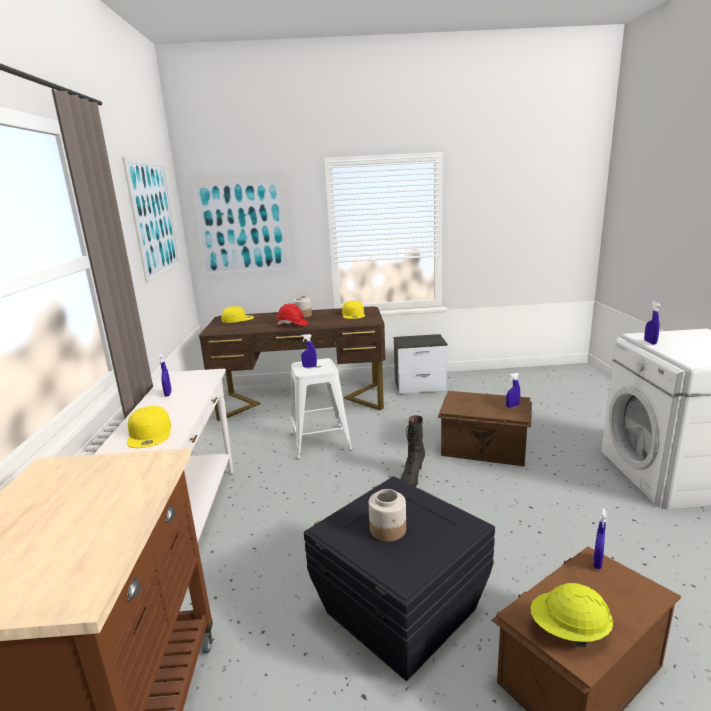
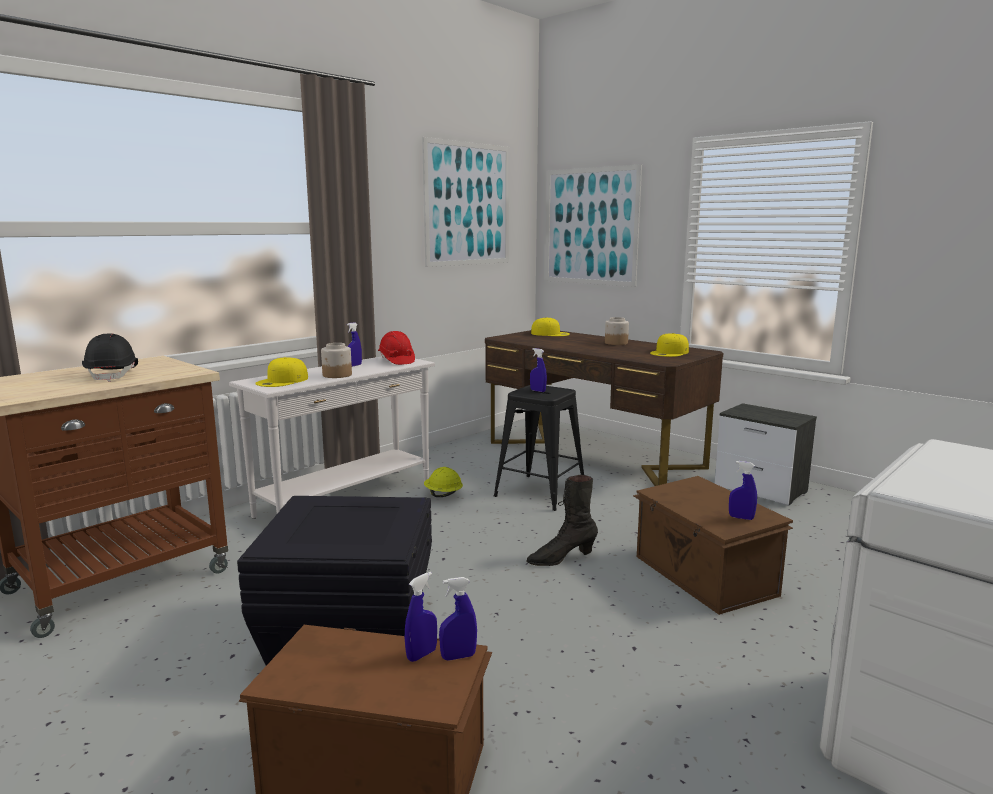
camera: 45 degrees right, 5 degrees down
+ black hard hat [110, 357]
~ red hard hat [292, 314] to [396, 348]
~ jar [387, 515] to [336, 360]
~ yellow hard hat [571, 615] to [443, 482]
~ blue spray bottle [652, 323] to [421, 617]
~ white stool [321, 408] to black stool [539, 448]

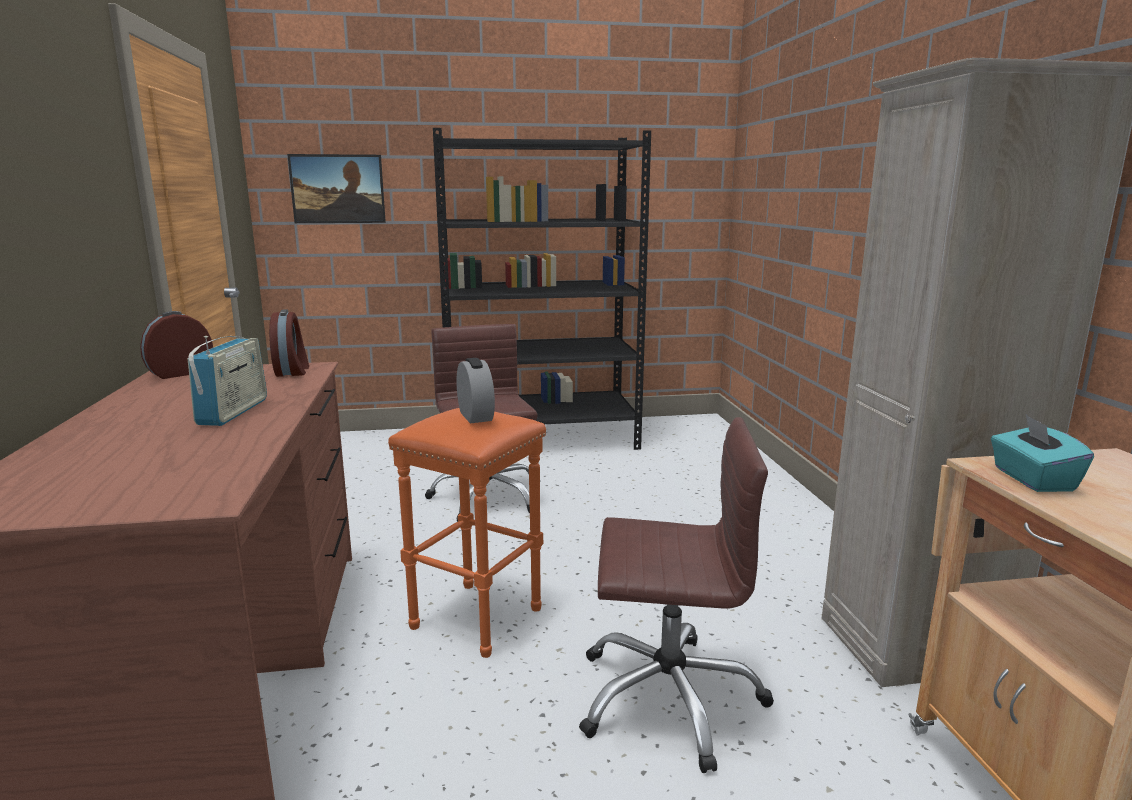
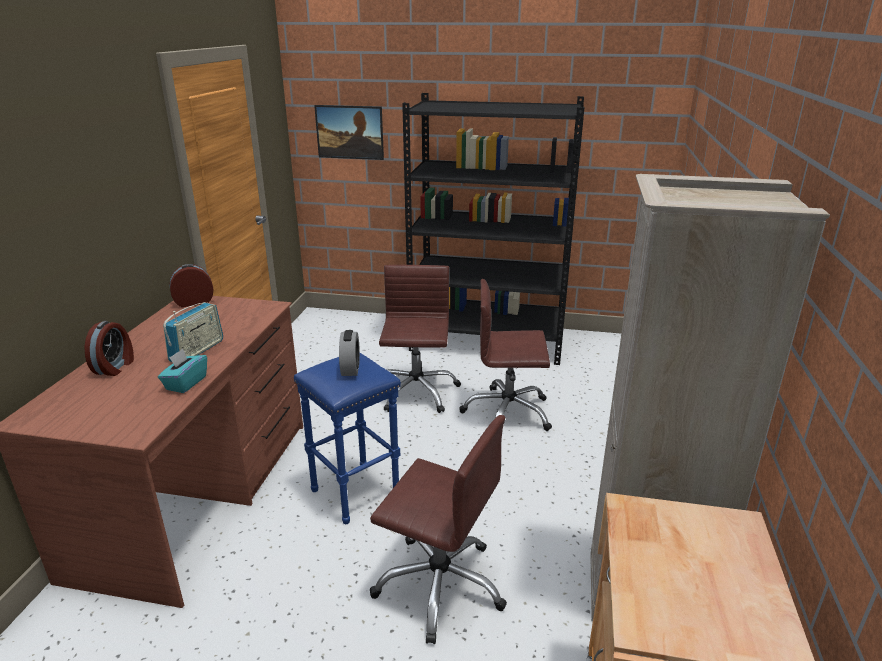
camera: 20 degrees right, 10 degrees up
+ brown office chair [505, 355]
~ alarm clock [289, 343] to [109, 348]
~ turquoise tissue box [1042, 453] to [182, 371]
~ orange stool [467, 533] to blue stool [347, 438]

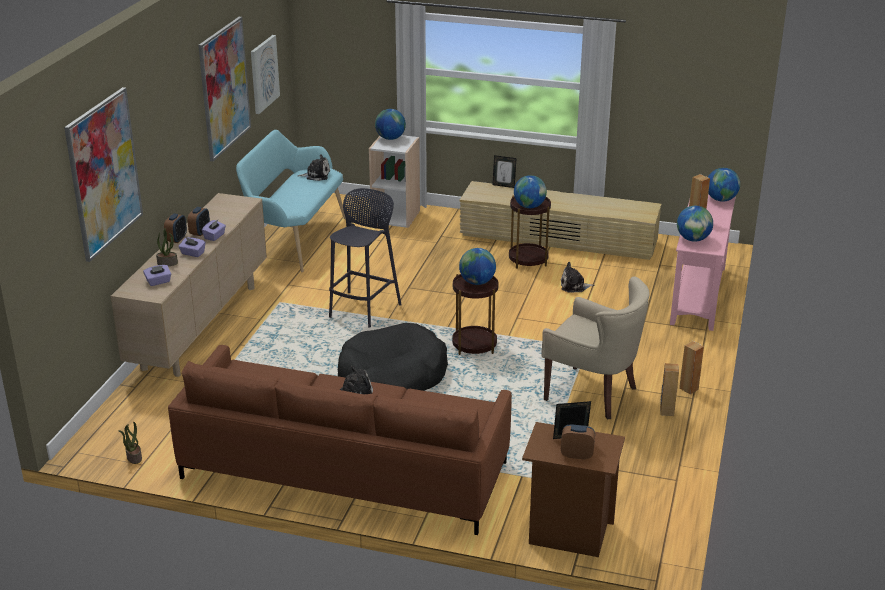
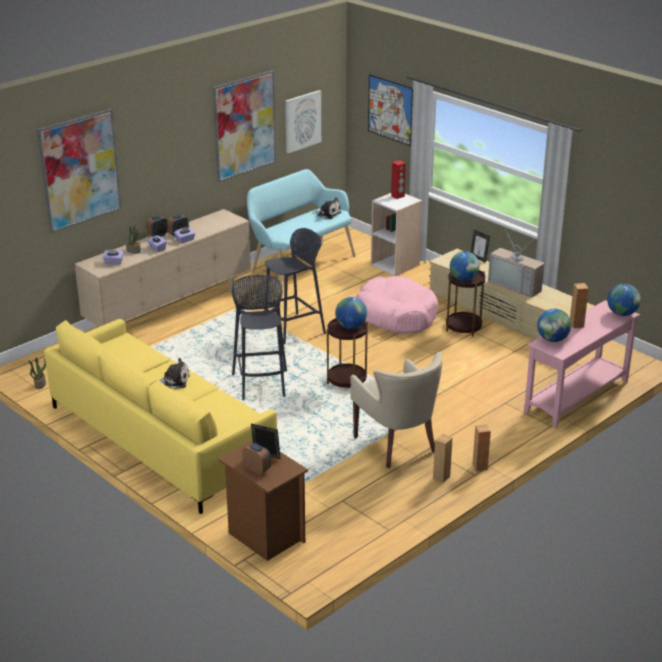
camera: 30 degrees right, 0 degrees up
- plush toy [577, 277]
+ pink dog bed [397, 305]
+ picture [390, 110]
+ television [516, 265]
~ black dog bed [393, 357] to grey stool [259, 337]
~ globe [390, 124] to red speaker [398, 179]
~ brown sofa [340, 440] to yellow sofa [160, 416]

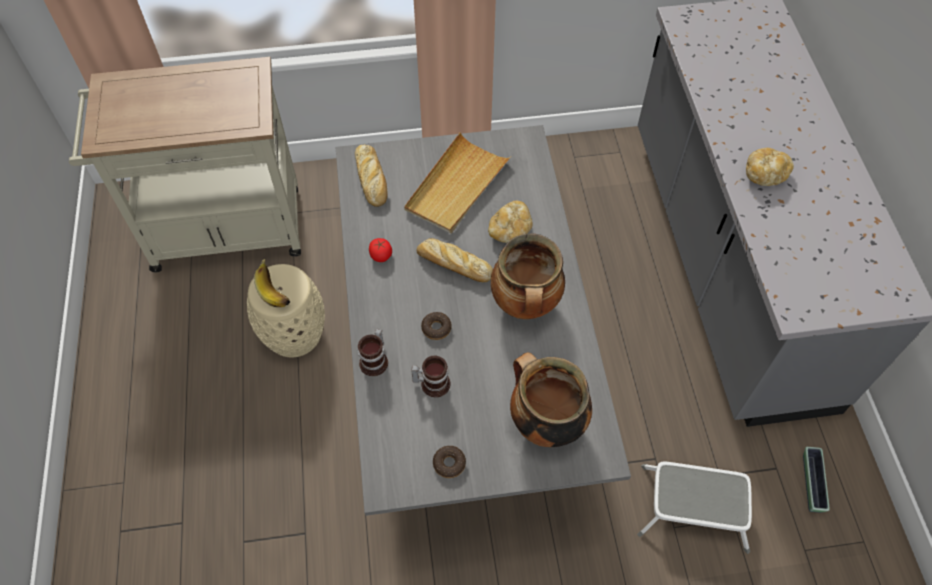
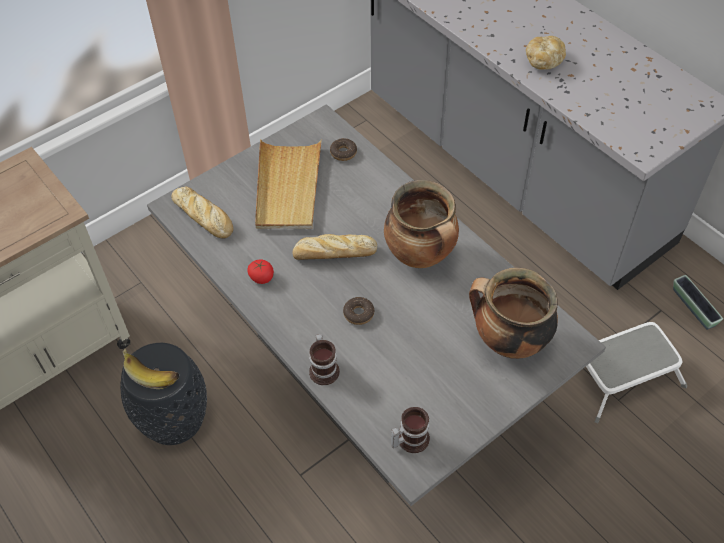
camera: 30 degrees left, 5 degrees down
- bread [510, 222]
~ mug [431, 376] to [410, 430]
~ donut [449, 462] to [343, 149]
~ beige stool [286, 310] to black stool [163, 394]

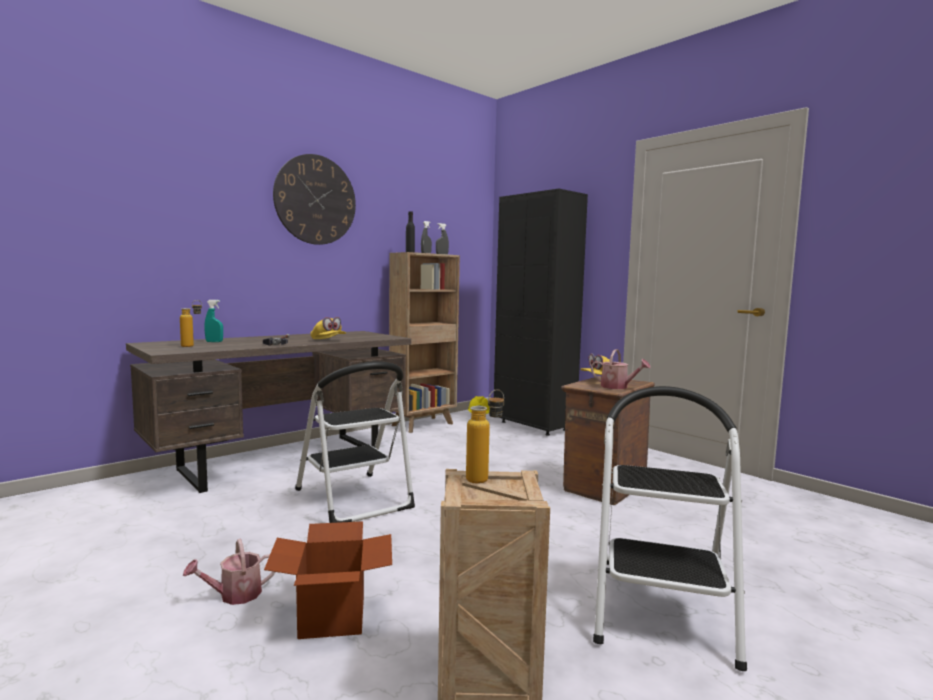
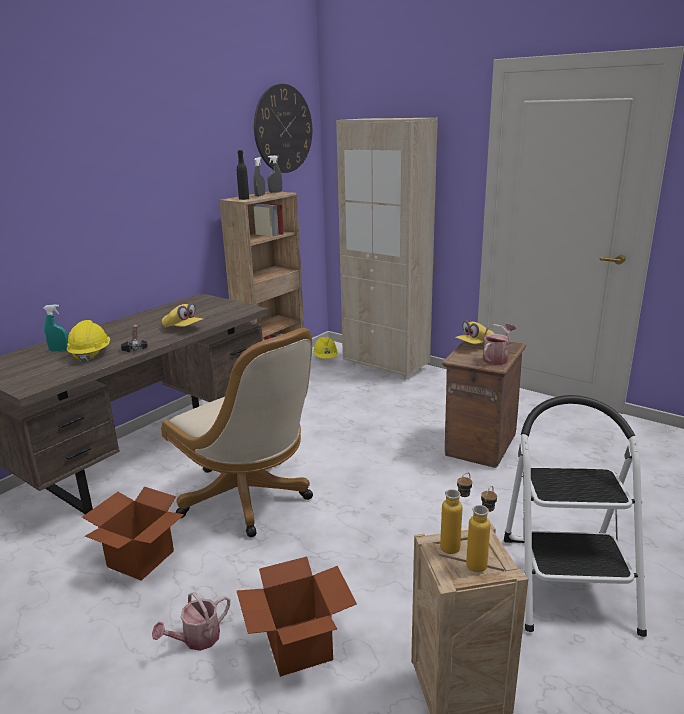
camera: 10 degrees left, 15 degrees up
+ yellow hard hat [88, 341]
+ cardboard box [133, 534]
~ bottle [191, 323] to [481, 529]
~ wall clock [314, 199] to [283, 128]
~ step ladder [355, 442] to office chair [237, 432]
~ black cabinet [541, 312] to beige cabinet [387, 248]
~ watering can [621, 369] = [499, 344] 75 degrees counterclockwise

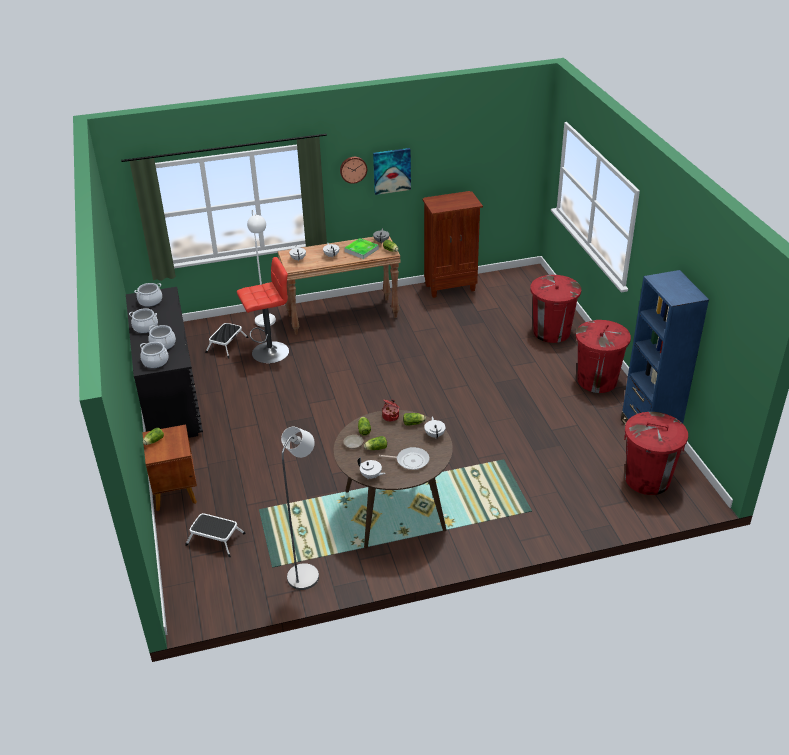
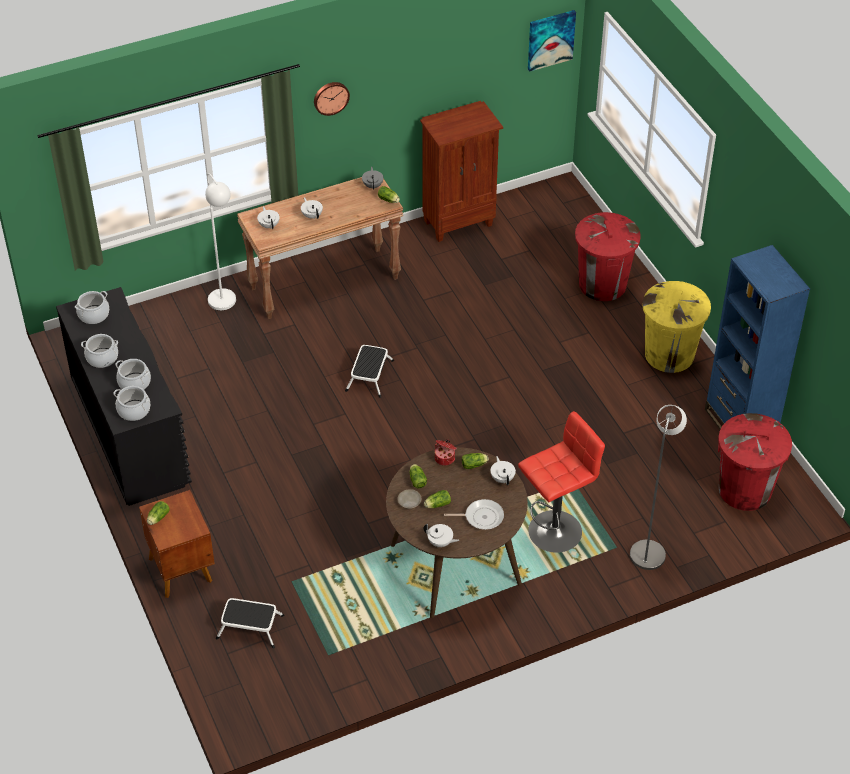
camera: 10 degrees left, 10 degrees up
- tray [361, 248]
~ black step ladder [227, 340] to [369, 371]
~ red stool [263, 310] to [561, 482]
~ grey floor lamp [300, 508] to [658, 487]
~ picture [392, 171] to [552, 41]
~ red trash can [603, 356] to yellow trash can [676, 327]

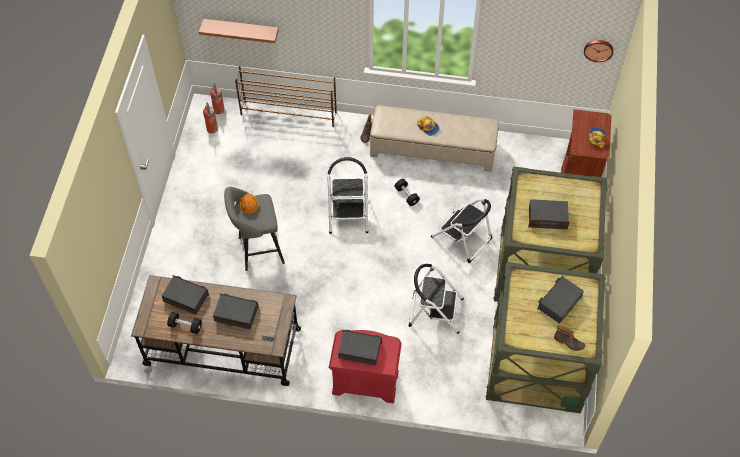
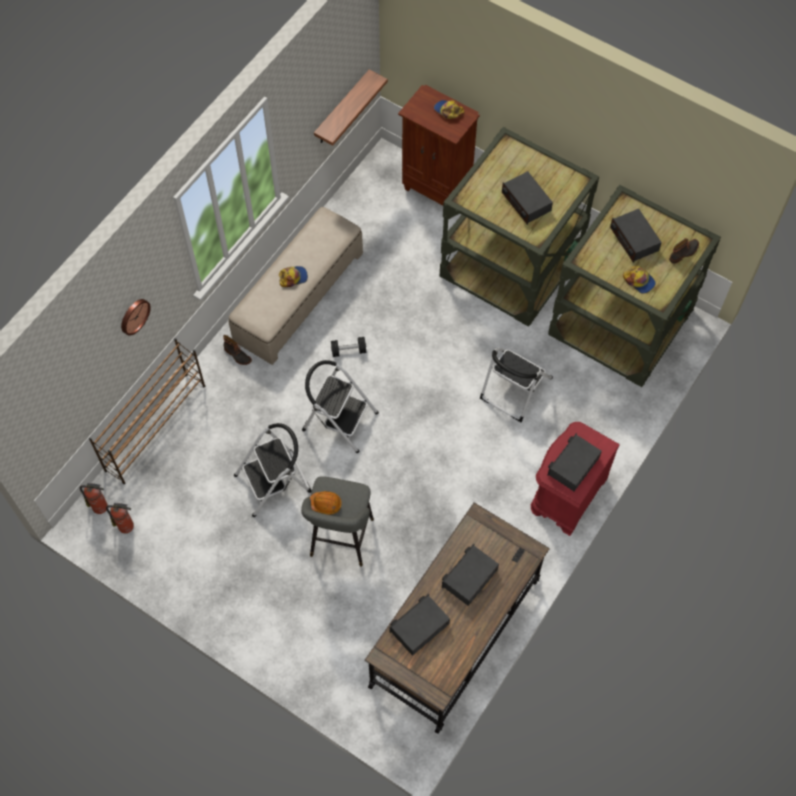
camera: 65 degrees left, 5 degrees up
- black dumbbell [184, 323]
+ cap [639, 279]
~ shelf [239, 31] to [351, 108]
~ step ladder [461, 231] to [273, 470]
~ wall clock [598, 51] to [136, 317]
~ radio [549, 214] = [527, 198] 120 degrees clockwise

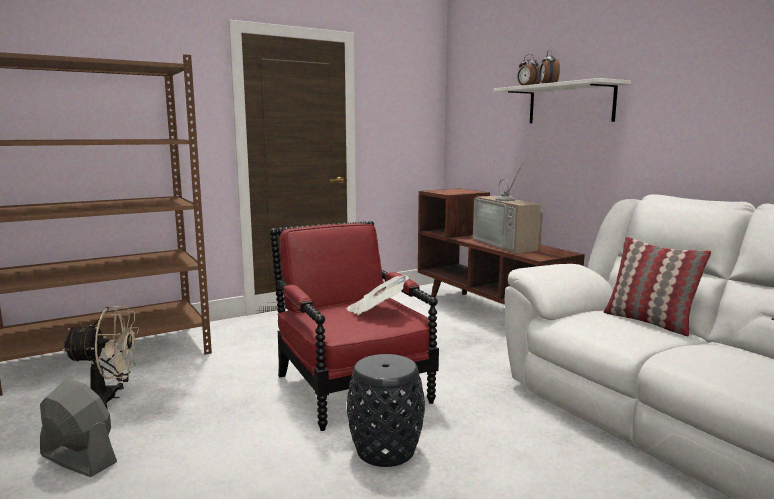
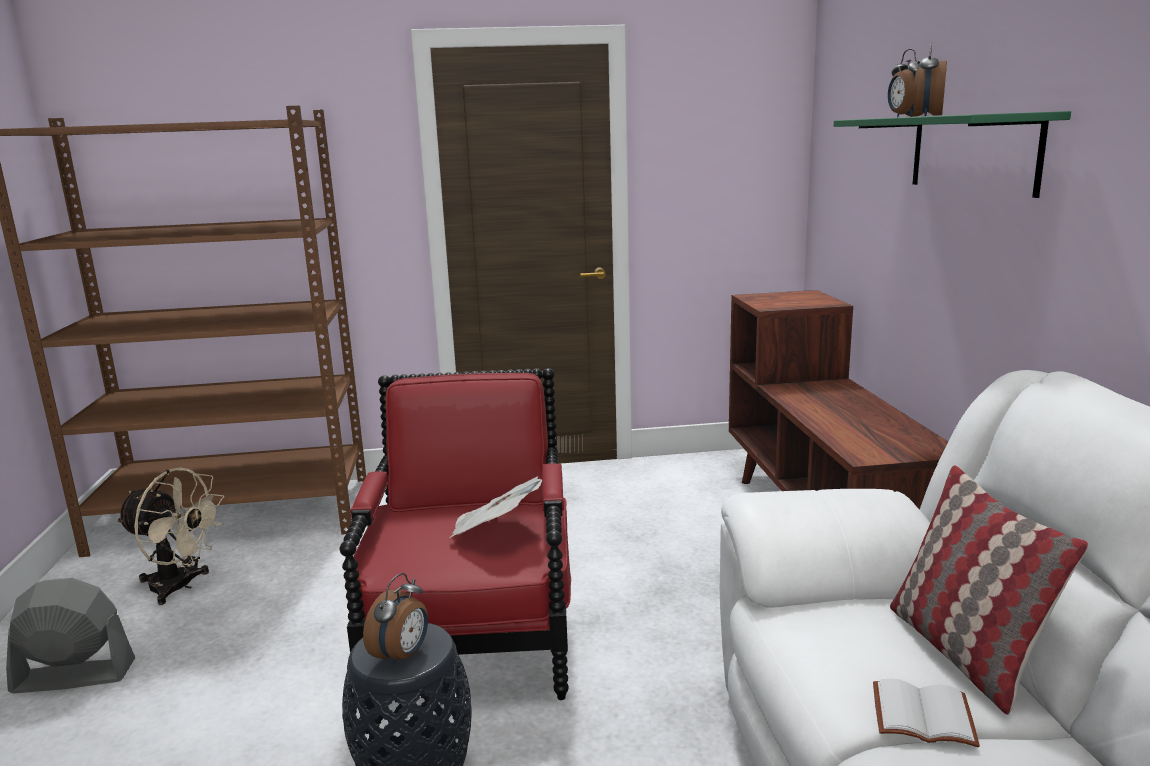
camera: 25 degrees right, 5 degrees up
- television [508, 206]
+ alarm clock [395, 620]
+ white book [926, 713]
~ white shelf [562, 100] to green shelf [952, 154]
~ grey fan [78, 428] = [70, 636] 60 degrees counterclockwise

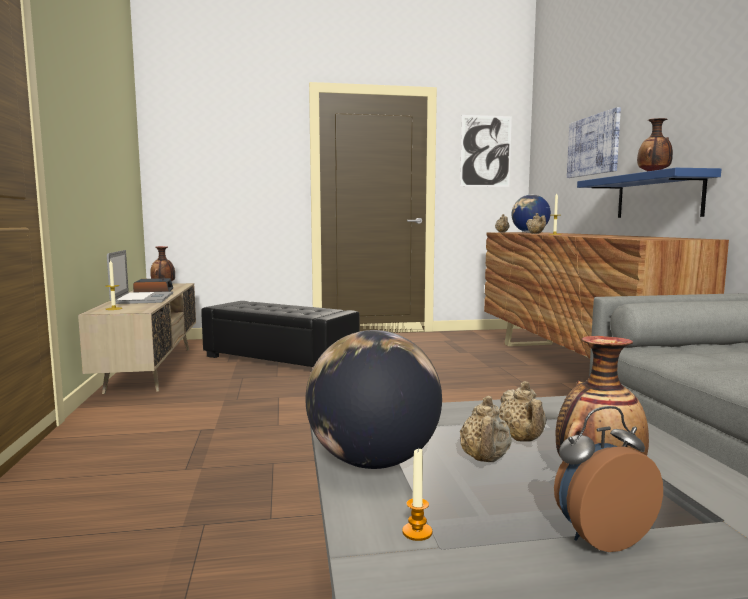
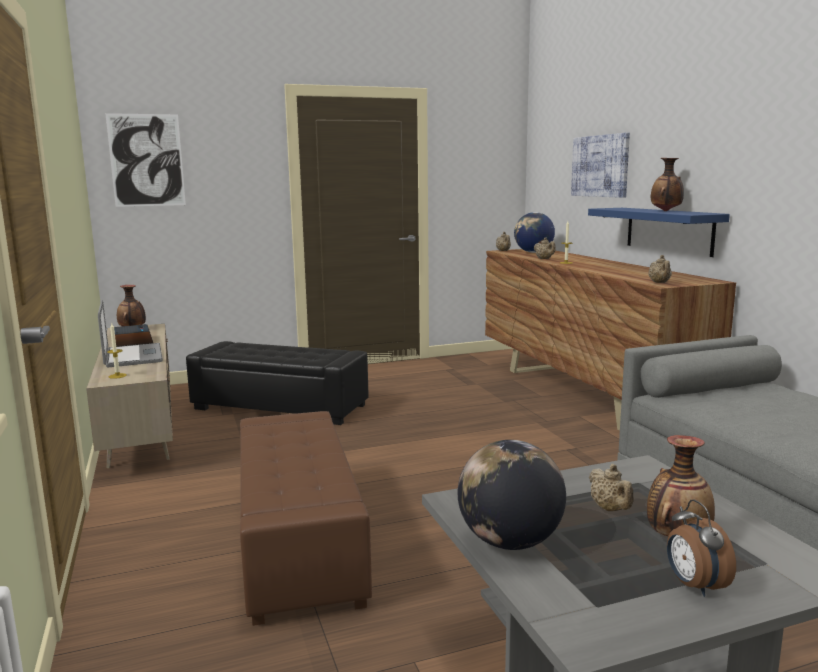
camera: 10 degrees left, 5 degrees up
- candle [417, 494]
+ brown ottoman [306, 518]
~ picture [486, 151] to [145, 160]
~ beige teapot [486, 429] to [660, 269]
~ alarm clock [608, 479] = [701, 548] 75 degrees counterclockwise

